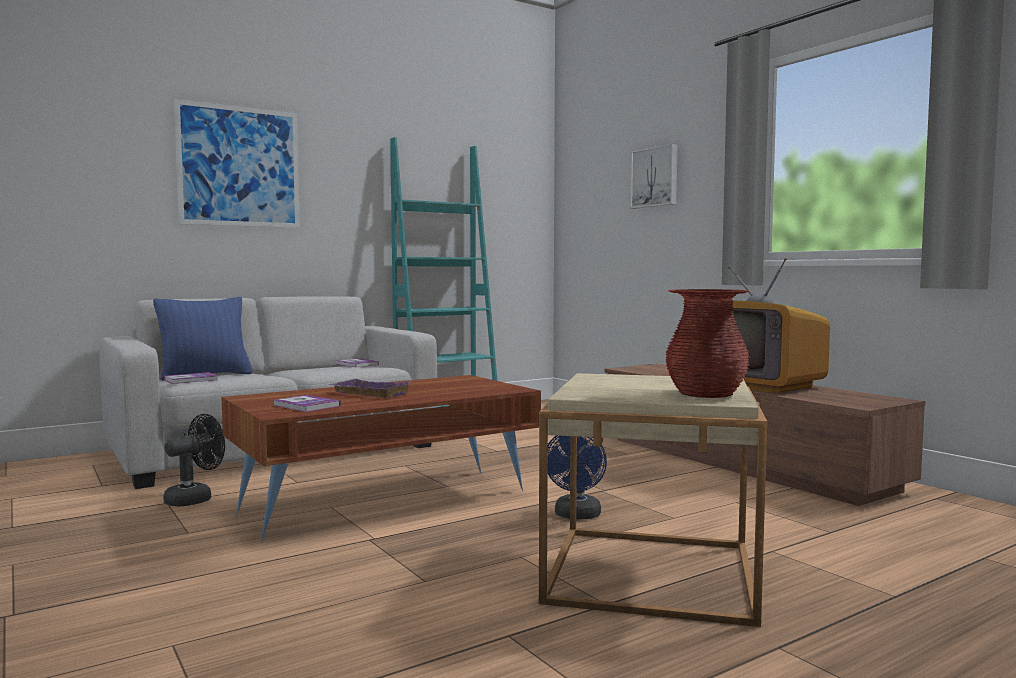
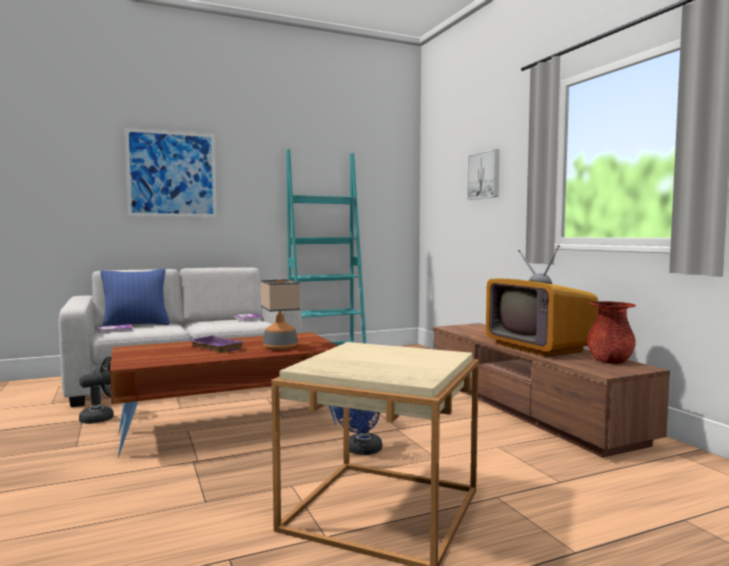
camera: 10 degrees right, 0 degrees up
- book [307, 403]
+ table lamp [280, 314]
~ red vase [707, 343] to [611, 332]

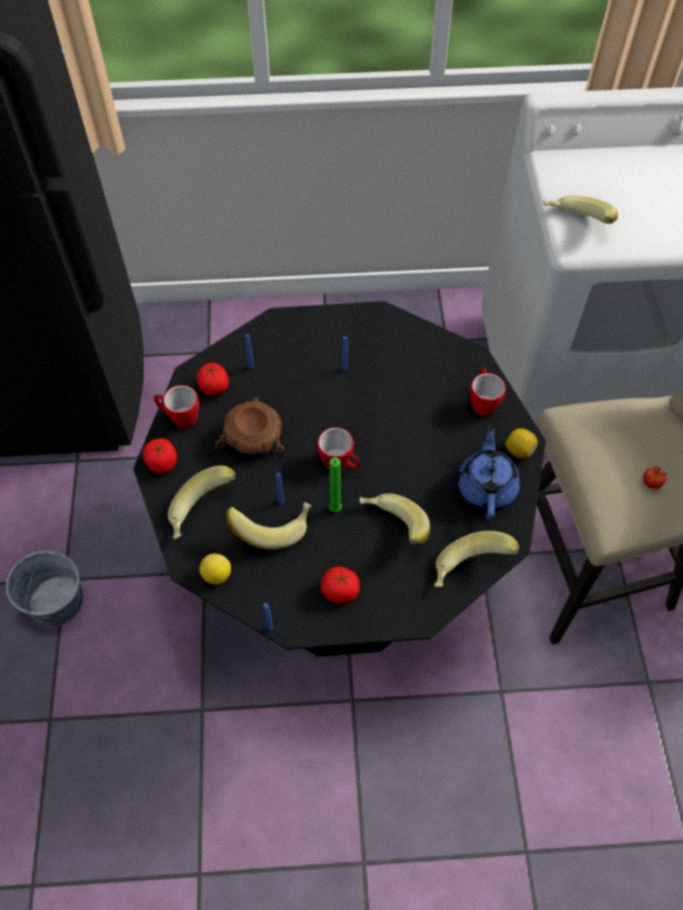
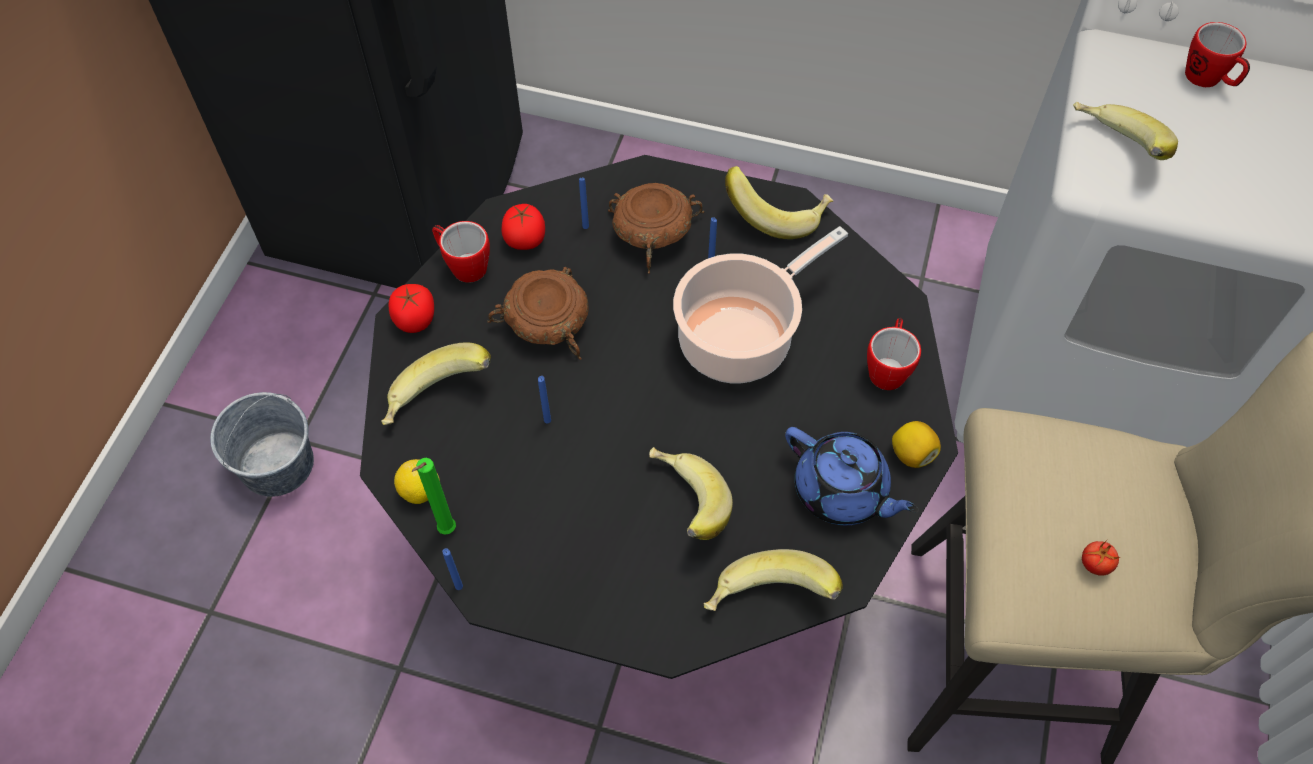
camera: 20 degrees right, 0 degrees up
- tomato [340, 585]
+ brown bowl [656, 228]
+ cooking pot [760, 305]
~ banana [269, 526] to [779, 202]
~ mug [339, 448] to [1217, 54]
~ green candle [335, 485] to [434, 496]
~ blue teapot [488, 471] = [852, 476] 105 degrees clockwise

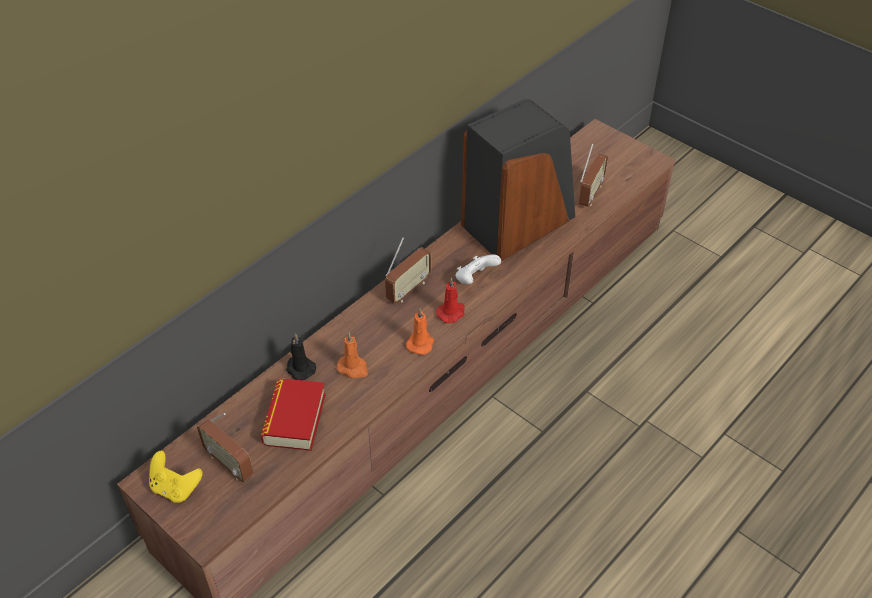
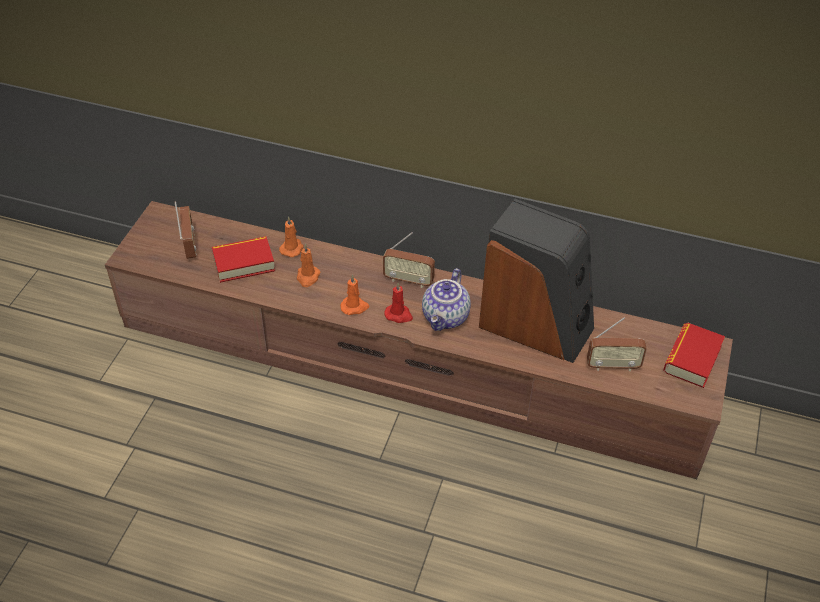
camera: 65 degrees right, 0 degrees up
- yellow game controller [176, 477]
+ book [694, 355]
~ white game controller [478, 269] to teapot [446, 299]
~ black candle [301, 357] to orange candle [291, 237]
~ radio [225, 447] = [185, 230] 150 degrees clockwise

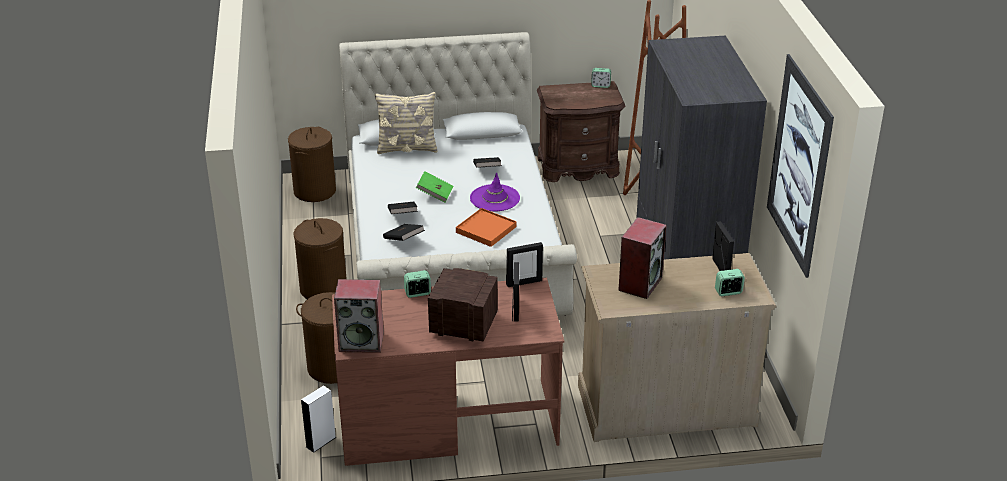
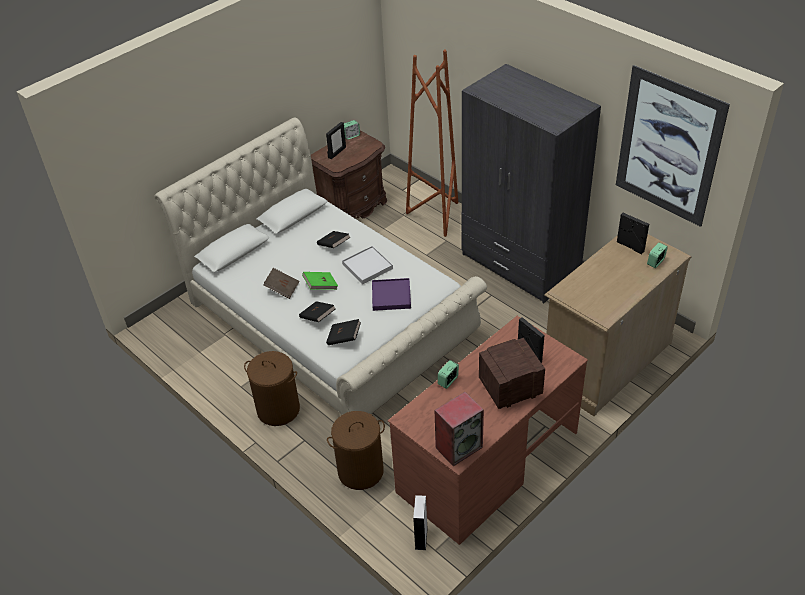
camera: 35 degrees left, 10 degrees up
- brown laundry basket [312, 164]
- beige pillow [406, 123]
- speaker [642, 258]
+ brown book [281, 283]
~ picture frame [524, 264] to [336, 140]
~ purple hat [495, 191] to white tray [367, 265]
~ orange tray [486, 227] to purple tray [391, 294]

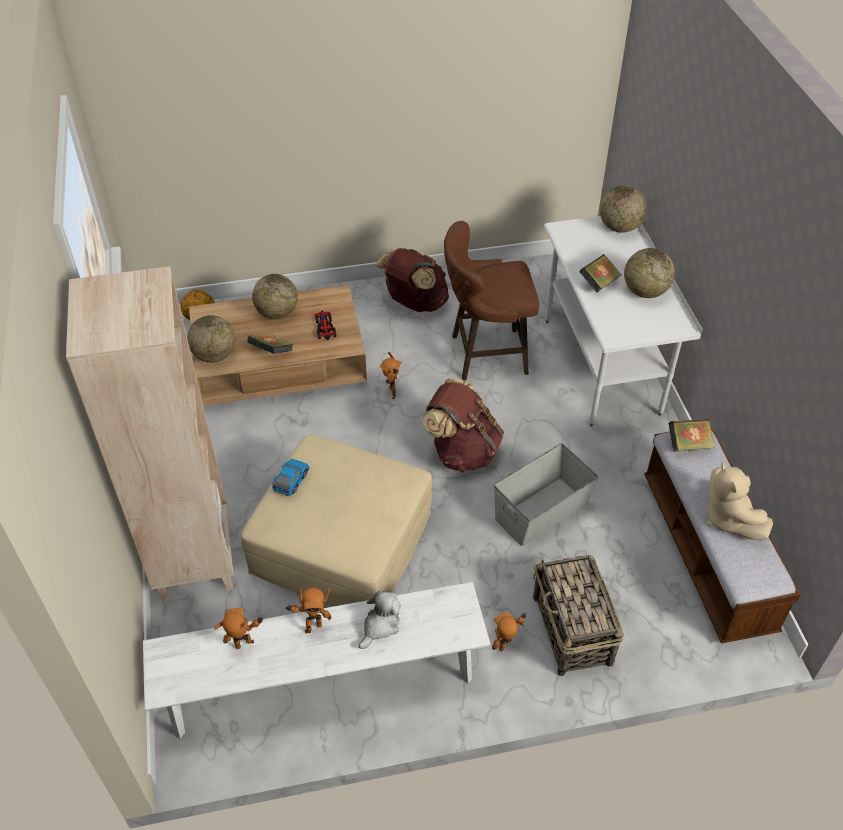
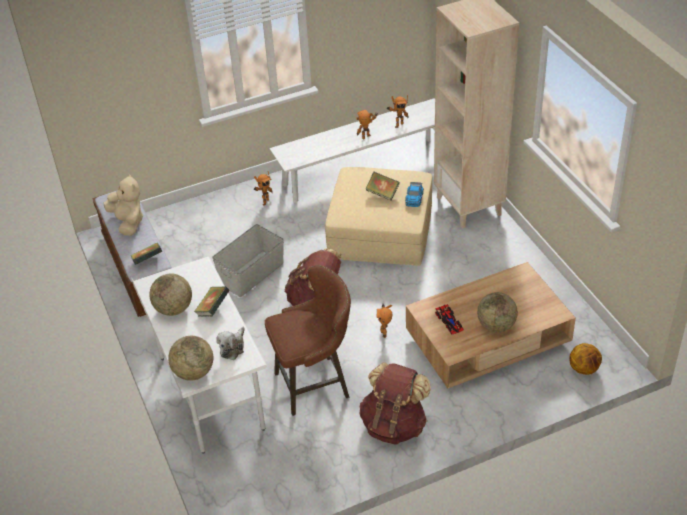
camera: 170 degrees right, 5 degrees down
- globe [211, 339]
- basket [578, 615]
~ book [270, 343] to [382, 186]
~ plush toy [379, 619] to [230, 343]

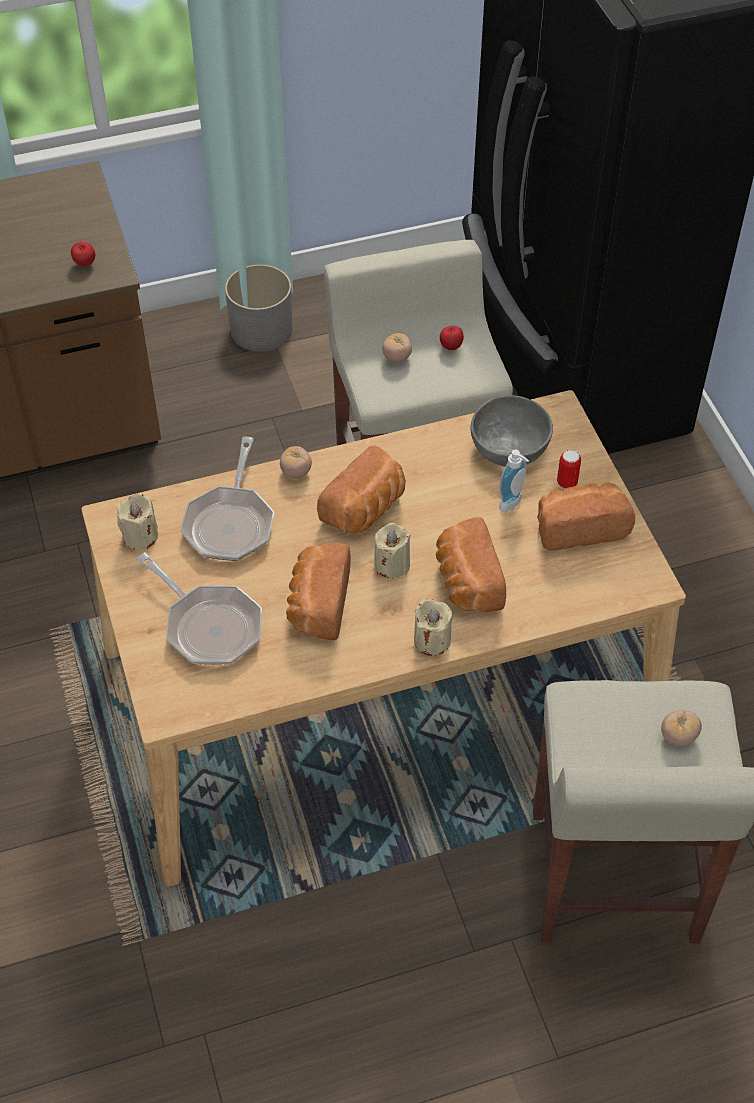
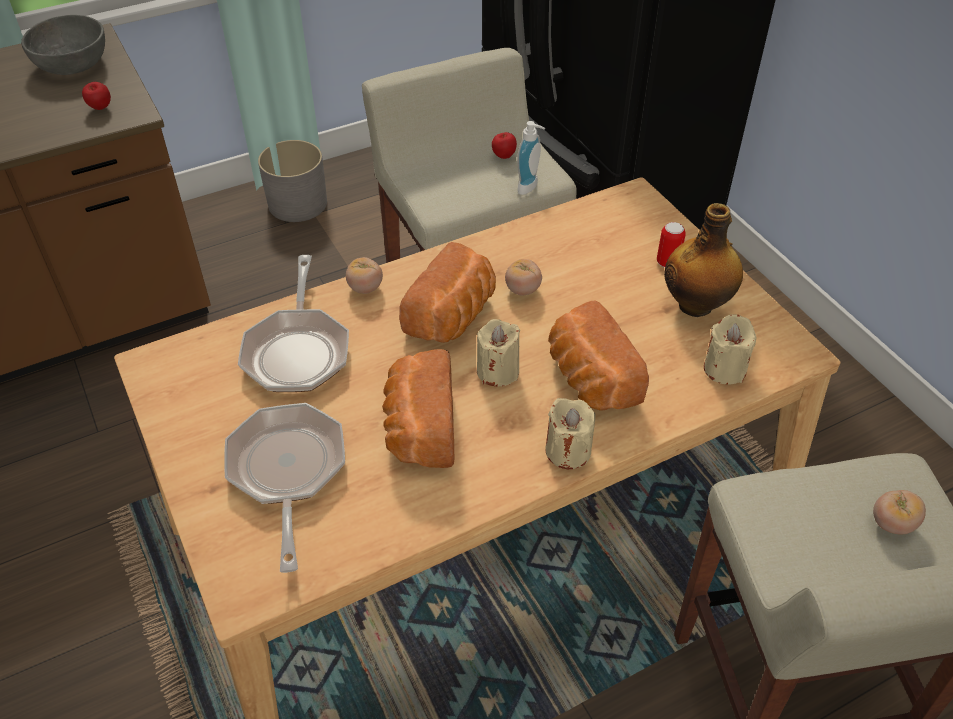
camera: 10 degrees left, 5 degrees down
~ beige candle [137, 521] to [730, 349]
~ tomato [397, 347] to [523, 277]
~ grey bowl [511, 431] to [63, 45]
~ soap dispenser [514, 480] to [531, 158]
~ bread [586, 516] to bottle [703, 260]
~ frying pan [199, 608] = [284, 488] 135 degrees counterclockwise

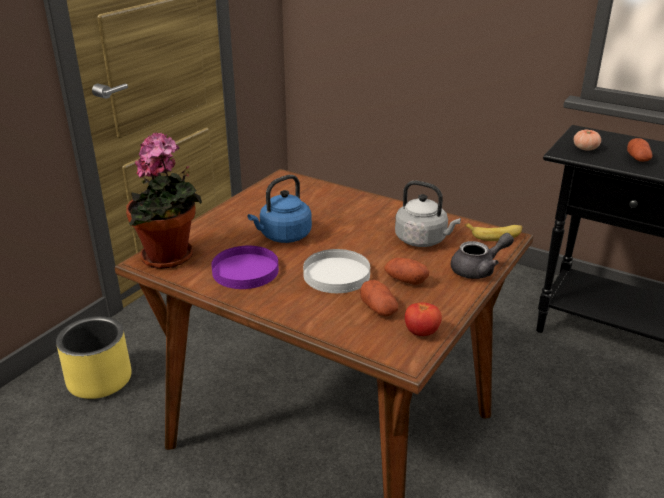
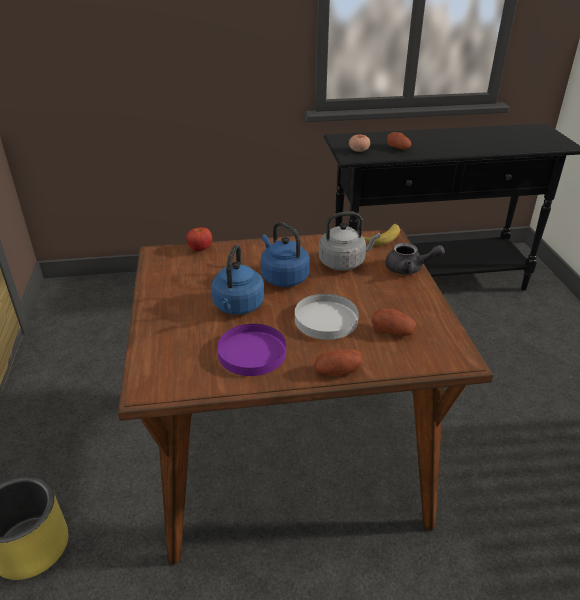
camera: 40 degrees left, 5 degrees up
- potted plant [164, 201]
+ blue kettle [285, 254]
~ potato [406, 271] to [338, 362]
~ tomato [423, 319] to [199, 239]
~ grey teapot [482, 256] = [415, 259] 75 degrees clockwise

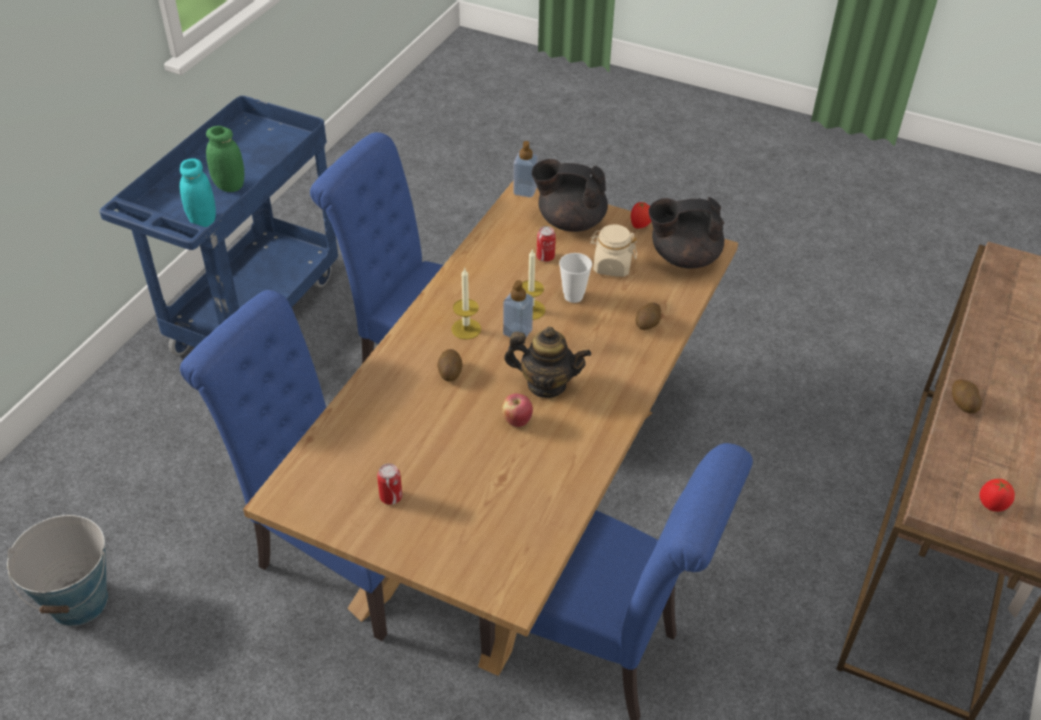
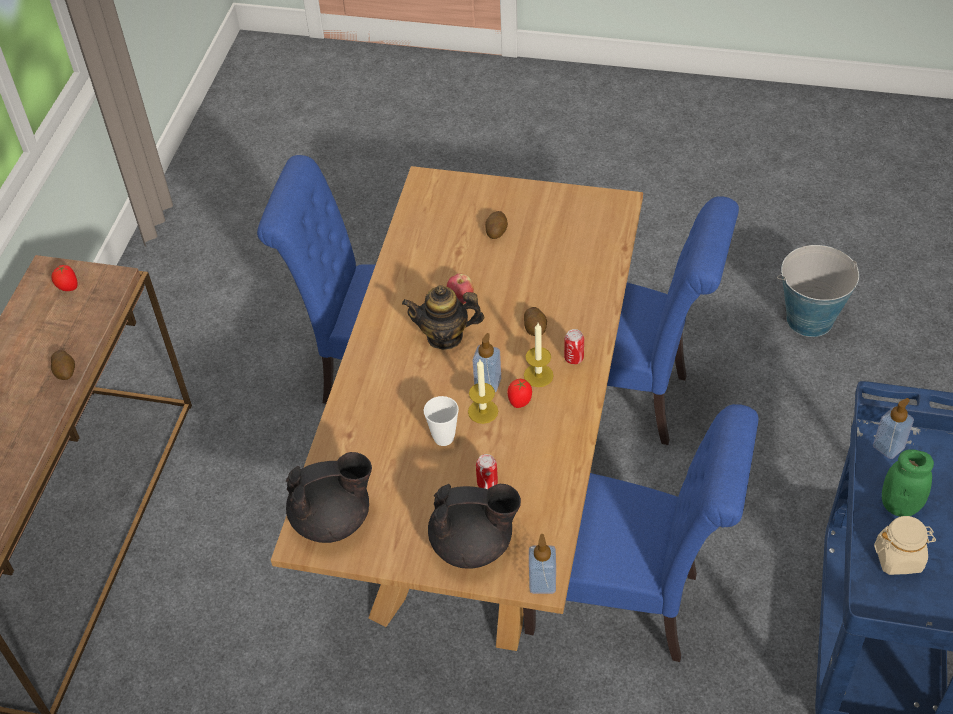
camera: 170 degrees right, 5 degrees up
~ can [389, 484] to [574, 346]
~ beige jar [613, 250] to [905, 545]
~ tomato [641, 215] to [519, 393]
~ potato [648, 316] to [496, 225]
~ turquoise jar [198, 192] to soap dispenser [893, 428]

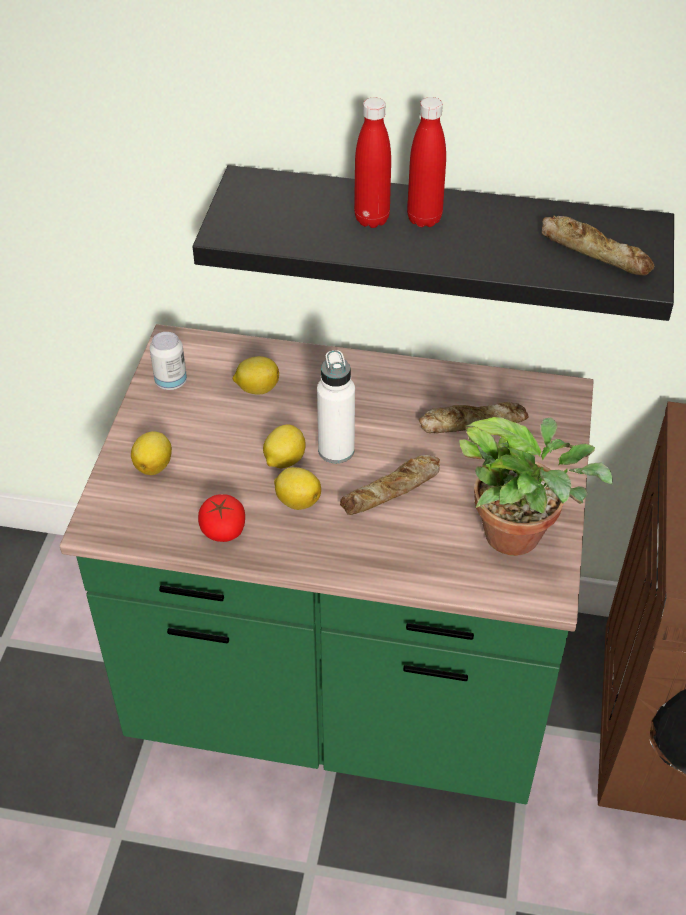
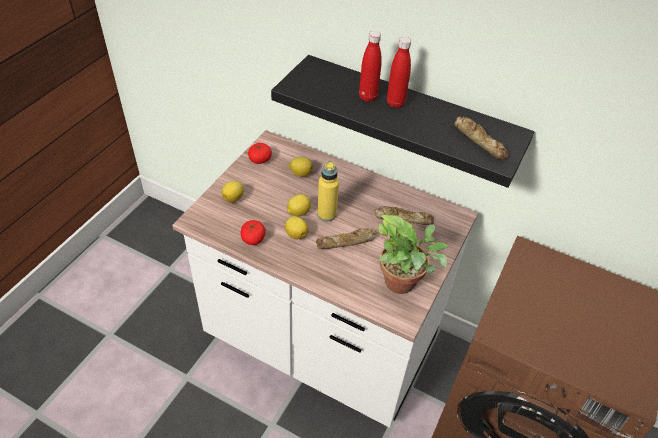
camera: 15 degrees right, 0 degrees up
~ can [168, 361] to tomato [260, 153]
~ green counter [327, 564] to white counter [325, 279]
~ white bottle [336, 406] to yellow bottle [328, 191]

